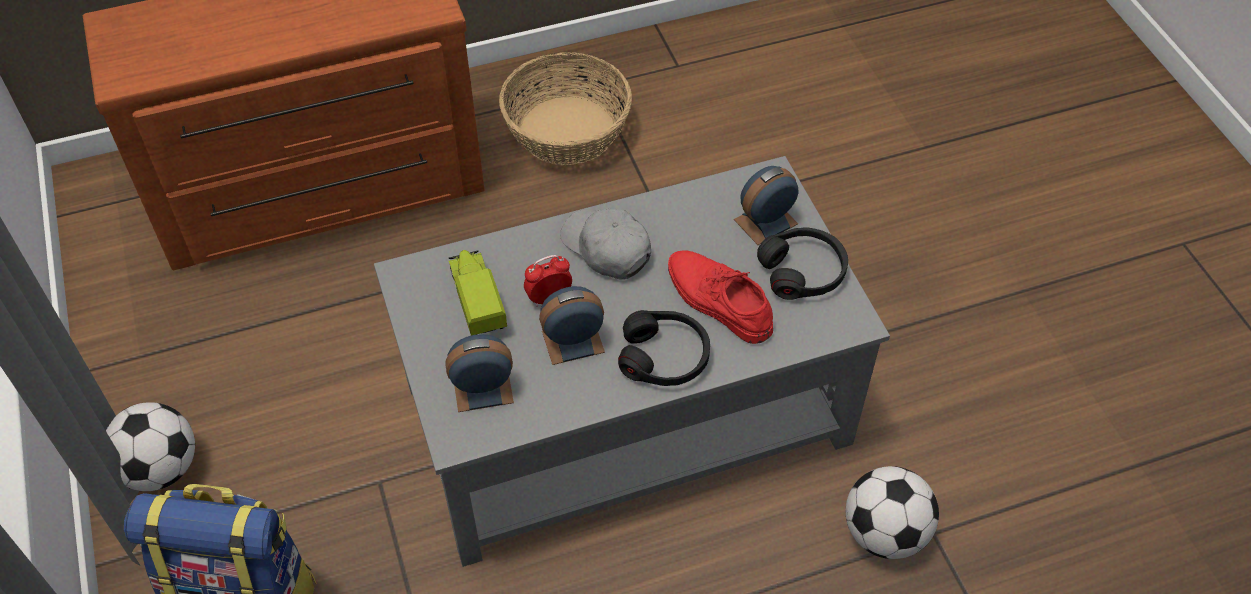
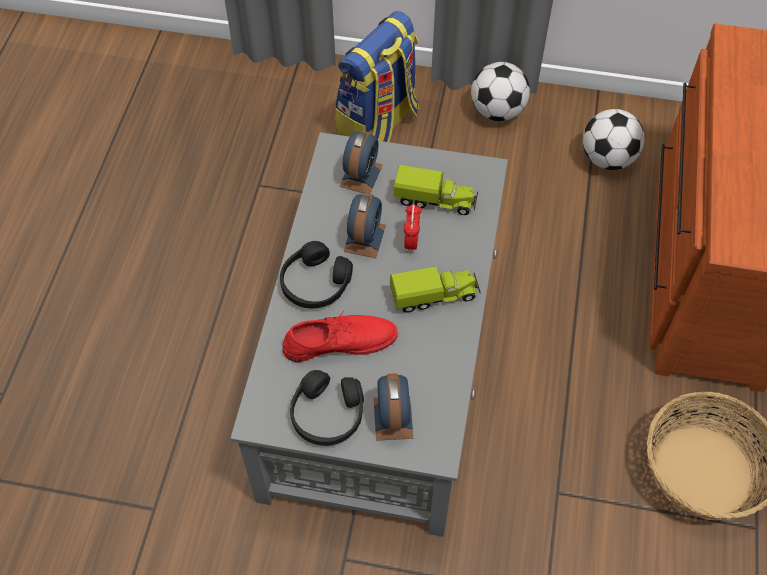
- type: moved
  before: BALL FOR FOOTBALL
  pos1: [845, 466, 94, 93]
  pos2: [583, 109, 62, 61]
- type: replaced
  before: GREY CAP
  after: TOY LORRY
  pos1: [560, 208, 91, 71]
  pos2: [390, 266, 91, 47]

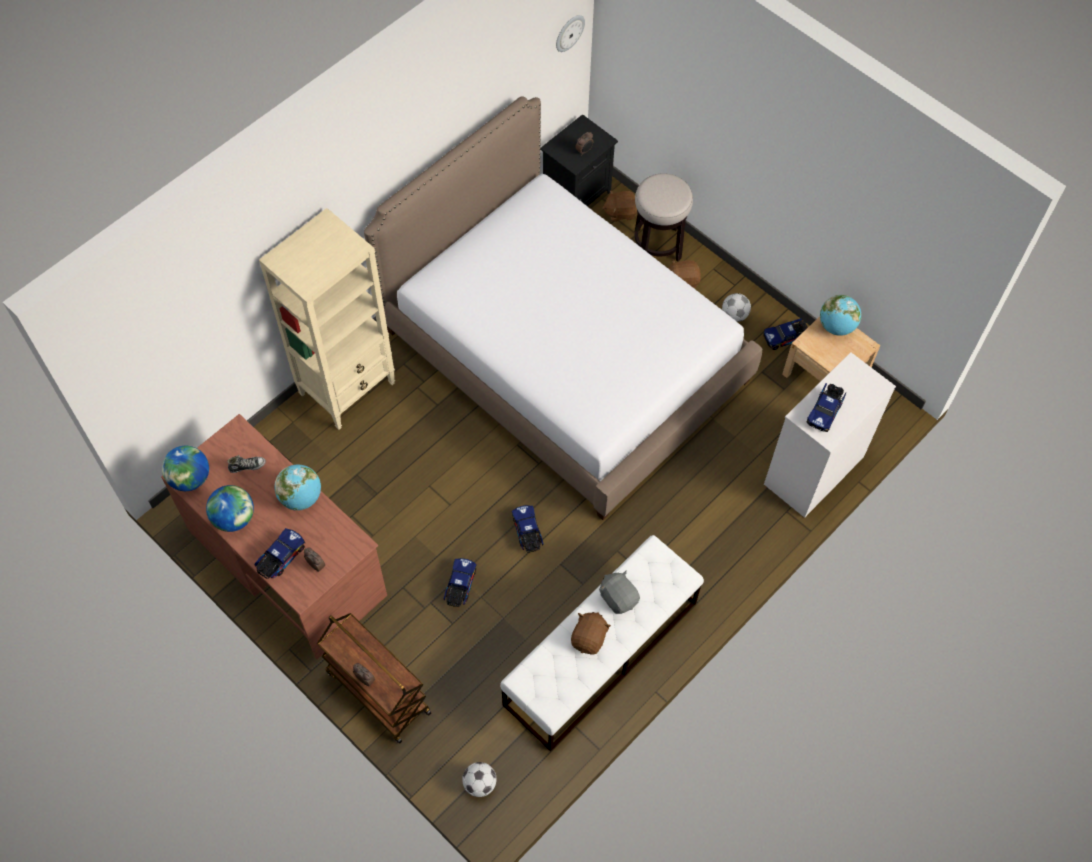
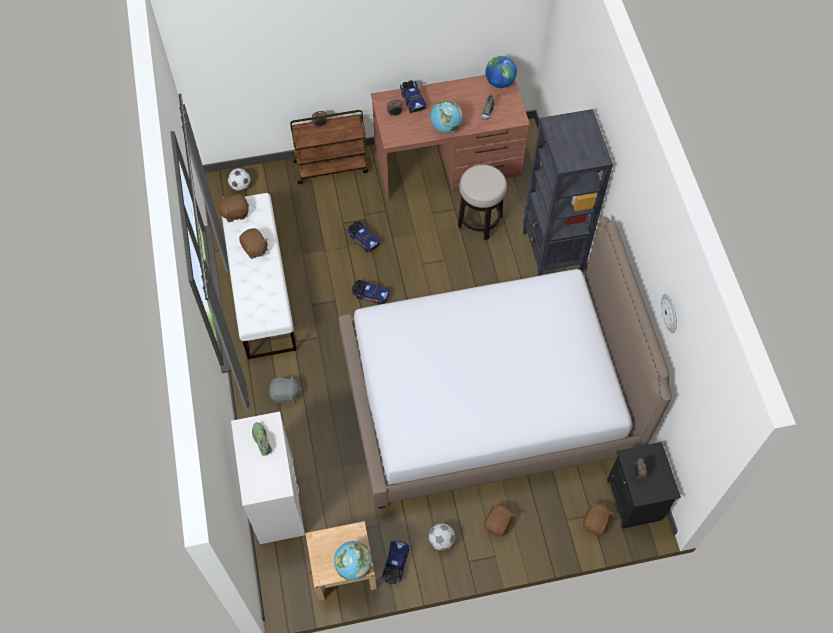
- type: removed
  before: WORLD GLOBE
  pos1: [206, 485, 48, 47]
- type: added
  after: BROWN-COLOURED PLUSH TOY
  pos2: [217, 194, 32, 28]
- type: moved
  before: CLOCK ON THE WALL
  pos1: [556, 15, 29, 37]
  pos2: [661, 294, 16, 39]
- type: moved
  before: GREY PLUSH TOY
  pos1: [599, 571, 41, 43]
  pos2: [269, 375, 33, 28]
- type: moved
  before: SITTING STOOL
  pos1: [634, 173, 59, 89]
  pos2: [458, 165, 49, 75]
- type: replaced
  before: TOY LORRY
  after: ITEM OF FOOTWEAR
  pos1: [806, 383, 40, 49]
  pos2: [252, 422, 20, 34]
- type: recoloured
  before: BEIGE-COLOURED SHELVING UNIT
  after: BLACKISH SHELVING UNIT
  pos1: [259, 208, 136, 222]
  pos2: [523, 109, 90, 167]

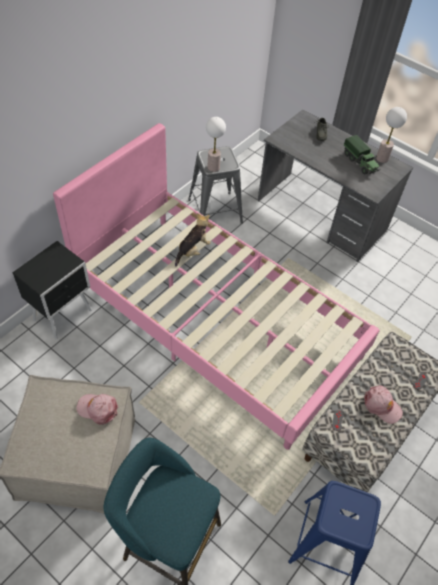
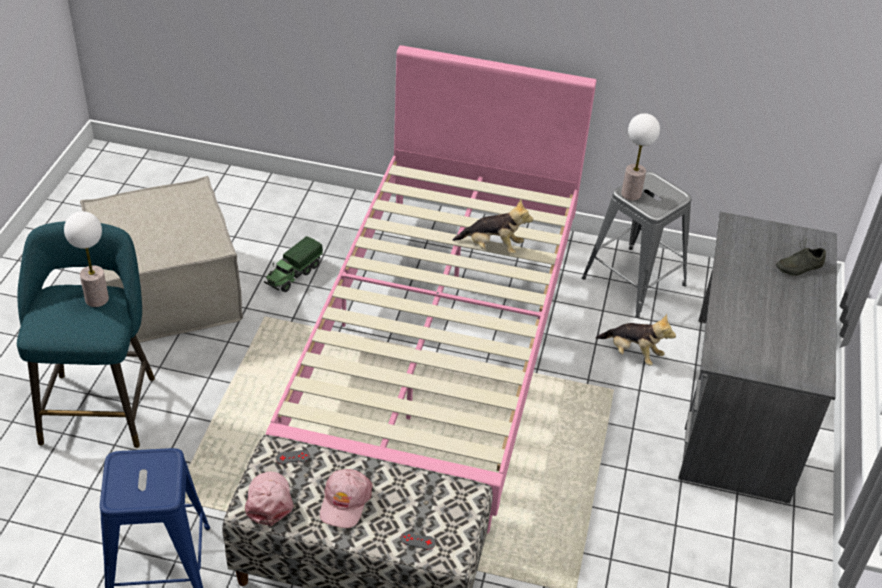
- type: removed
  before: BLACKISH BEDSIDE TABLE
  pos1: [12, 241, 80, 98]
- type: added
  after: PLUSH TOY
  pos2: [596, 314, 80, 52]
- type: moved
  before: PINKISH CAP
  pos1: [77, 394, 41, 31]
  pos2: [245, 472, 49, 54]
- type: moved
  before: TOY LORRY
  pos1: [344, 135, 36, 40]
  pos2: [264, 236, 59, 56]
- type: moved
  before: TABLETOP LAMP
  pos1: [376, 107, 31, 56]
  pos2: [64, 211, 45, 96]

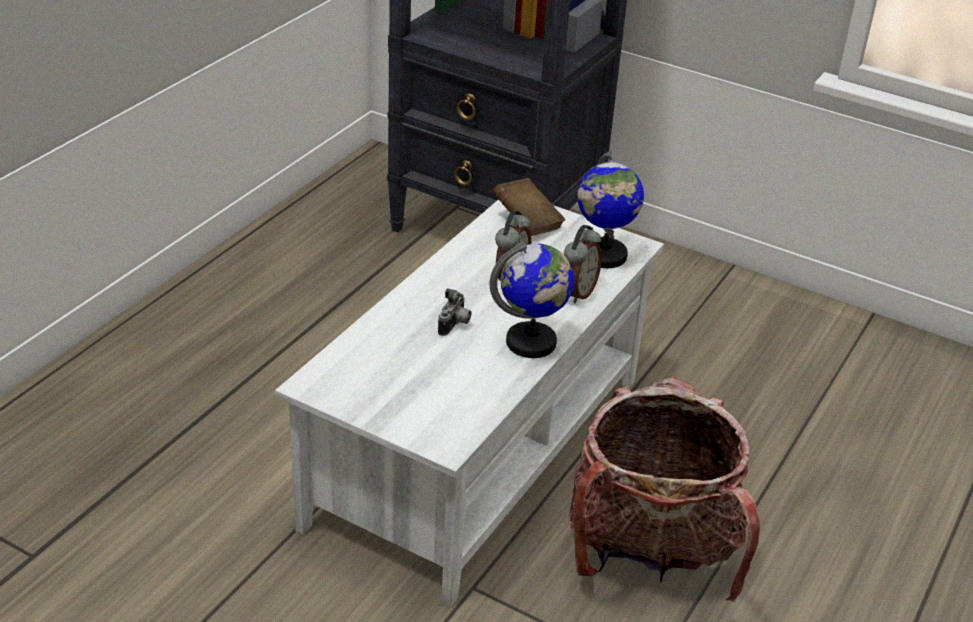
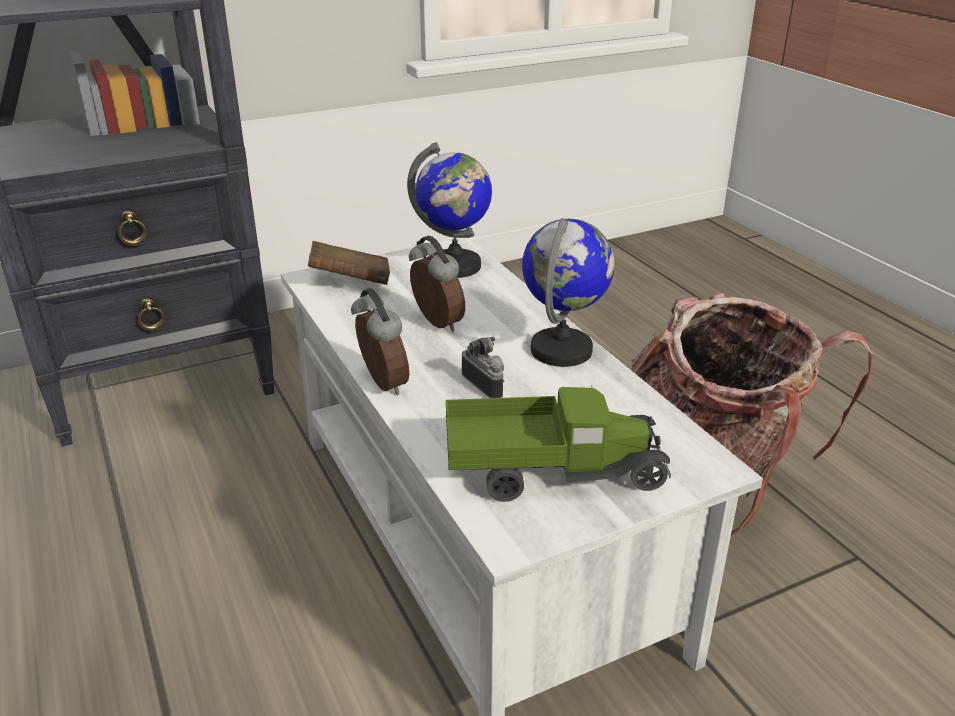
- type: added
  after: TOY LORRY
  pos2: [446, 385, 225, 117]
- type: moved
  before: ALARM CLOCK
  pos1: [564, 225, 38, 78]
  pos2: [351, 288, 58, 107]

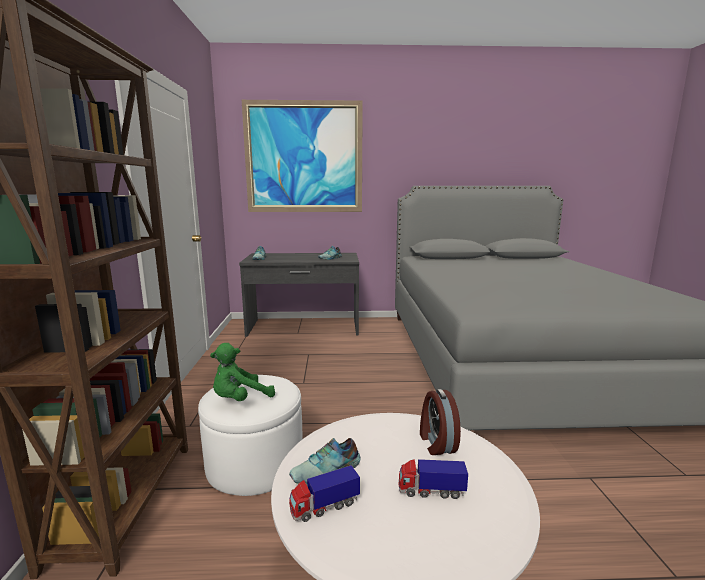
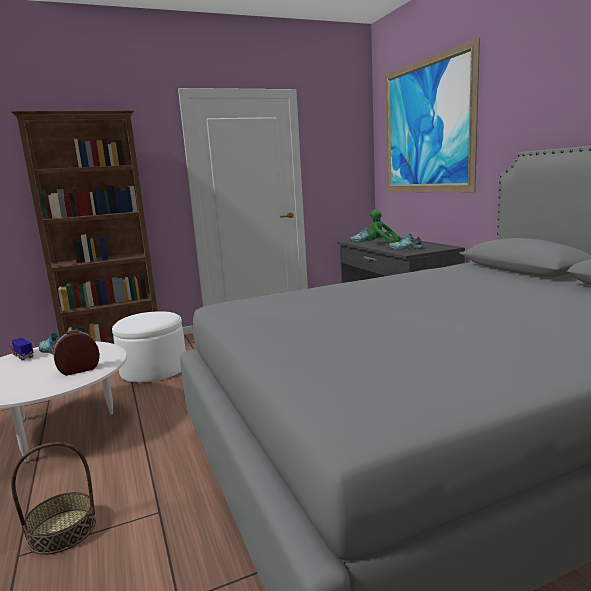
- type: removed
  before: TOY LORRY
  pos1: [399, 459, 69, 40]
- type: added
  after: STORAGE BASKET
  pos2: [11, 442, 85, 113]
- type: moved
  before: GREENISH PLUSH TOY
  pos1: [210, 343, 65, 58]
  pos2: [368, 210, 32, 34]

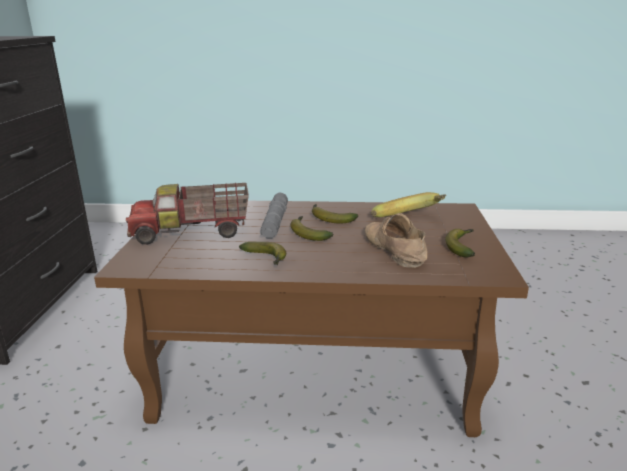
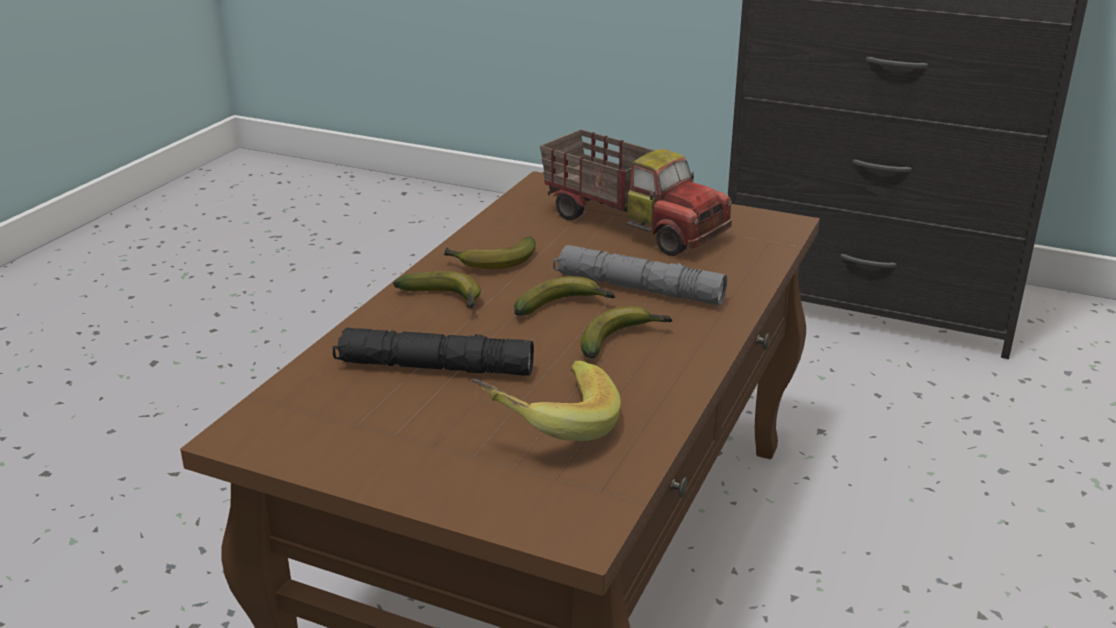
- type: moved
  before: BANANA FRUIT
  pos1: [445, 229, 30, 28]
  pos2: [393, 271, 88, 38]
- type: replaced
  before: BEIGE-COLOURED ITEM OF FOOTWEAR
  after: BLACKISH HAND TORCH
  pos1: [365, 213, 63, 55]
  pos2: [333, 328, 201, 48]
- type: turned
  before: TOY LORRY
  pos1: [126, 183, 123, 62]
  pos2: [540, 129, 193, 127]
  turn: 120

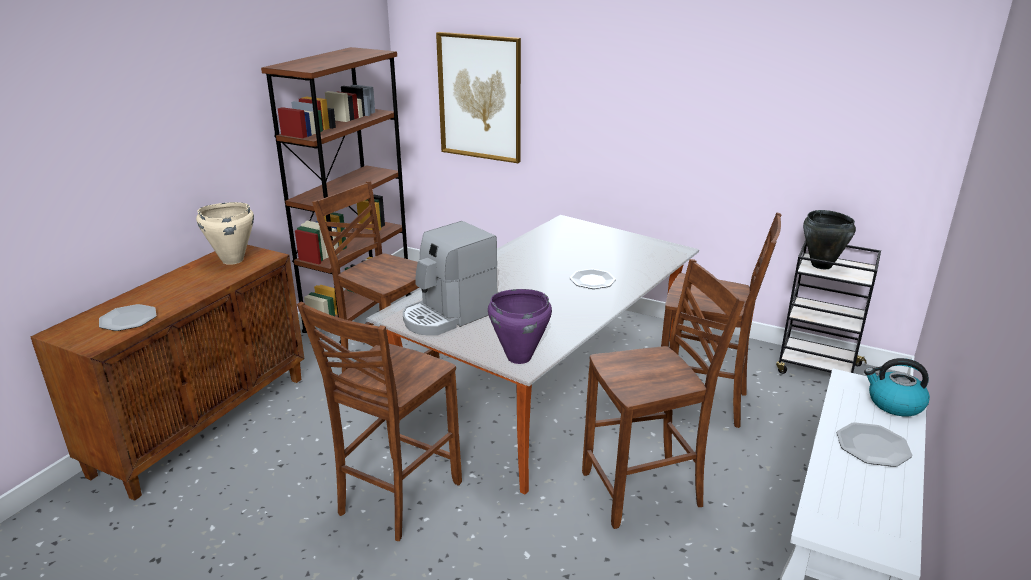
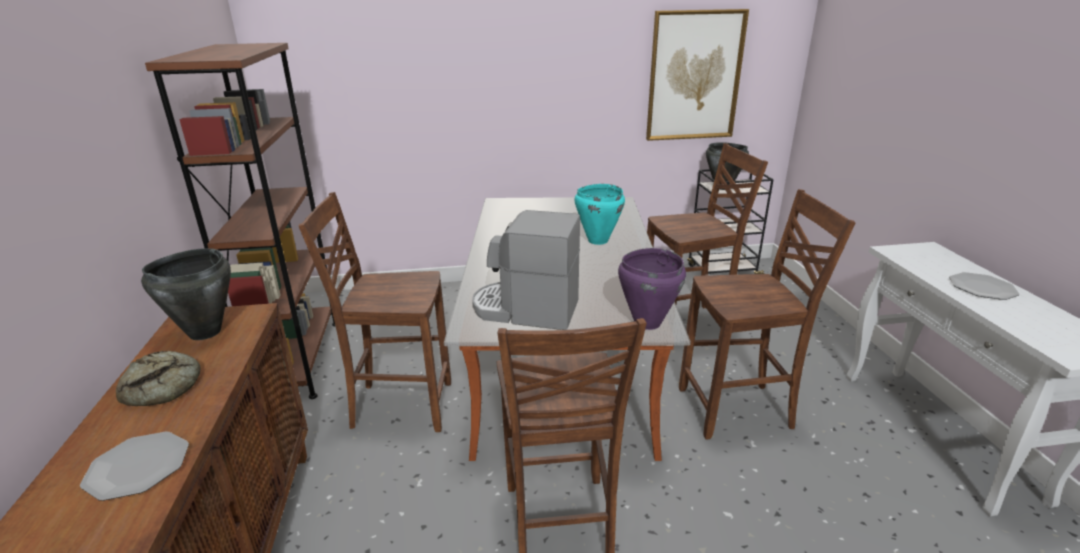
- type: removed
  before: TEA KETTLE
  pos1: [864, 358, 66, 58]
- type: added
  after: BAKERY BREAD
  pos2: [116, 351, 85, 55]
- type: moved
  before: WALL PICTURE
  pos1: [436, 32, 85, 131]
  pos2: [646, 9, 103, 132]
- type: replaced
  before: DINNER PLATE
  after: TURQUOISE-COLOURED COOKING POT
  pos1: [570, 269, 46, 20]
  pos2: [575, 184, 50, 61]
- type: recoloured
  before: BEIGE-COLOURED COOKING POT
  after: BLACKISH COOKING POT
  pos1: [196, 202, 58, 63]
  pos2: [141, 248, 90, 92]
- type: turned
  before: COFFEE BREWER
  pos1: [403, 221, 95, 114]
  pos2: [472, 210, 108, 120]
  turn: 90
- type: turned
  before: BROWN-COLOURED CHAIR
  pos1: [582, 259, 163, 270]
  pos2: [679, 189, 176, 251]
  turn: 45

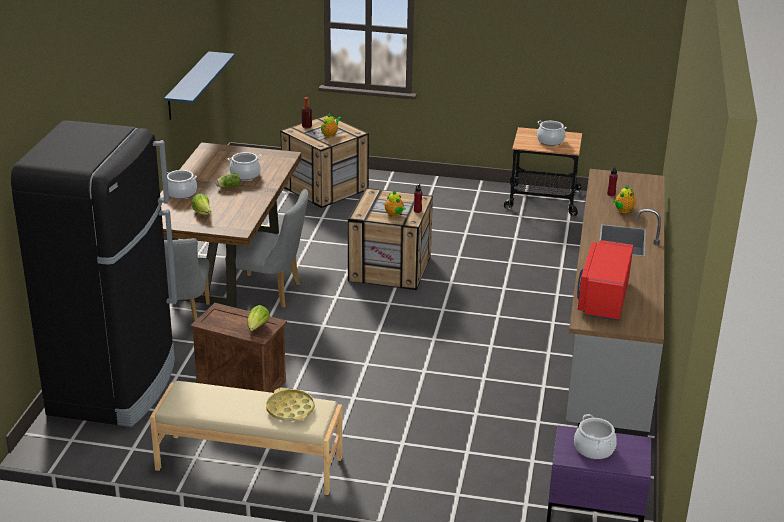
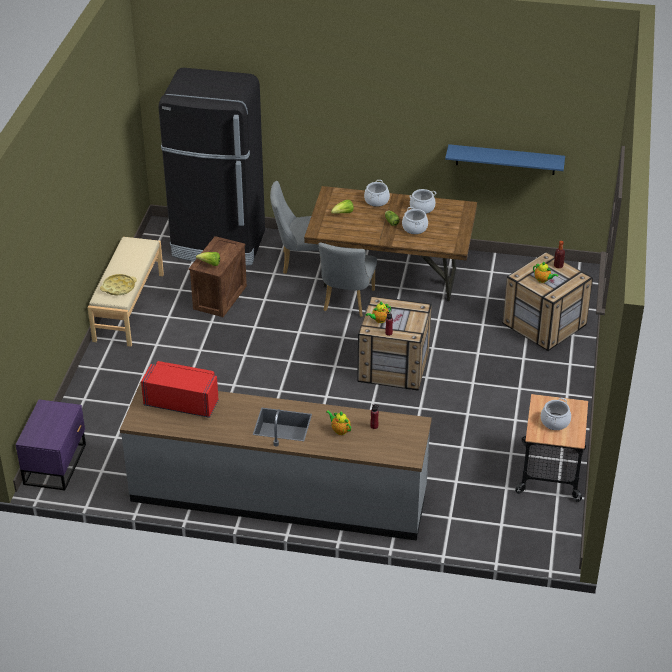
- type: moved
  before: COOKING POT
  pos1: [574, 414, 43, 46]
  pos2: [409, 189, 27, 25]

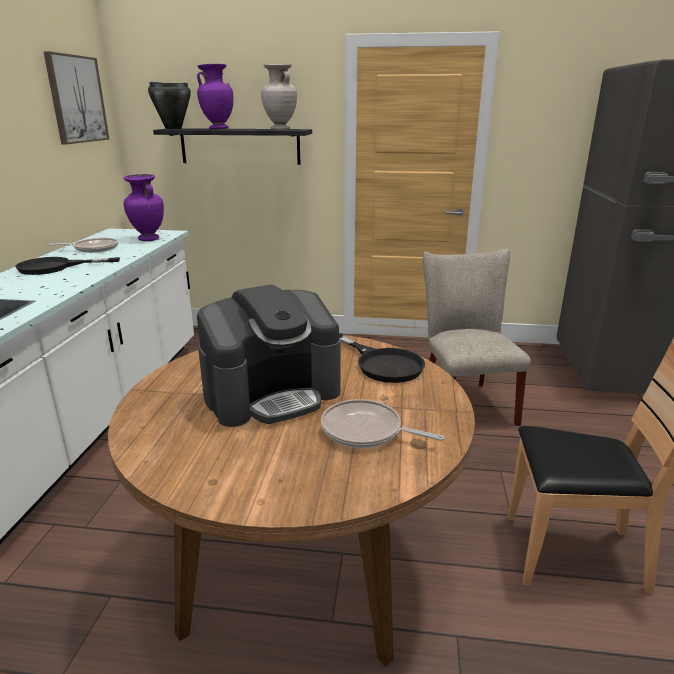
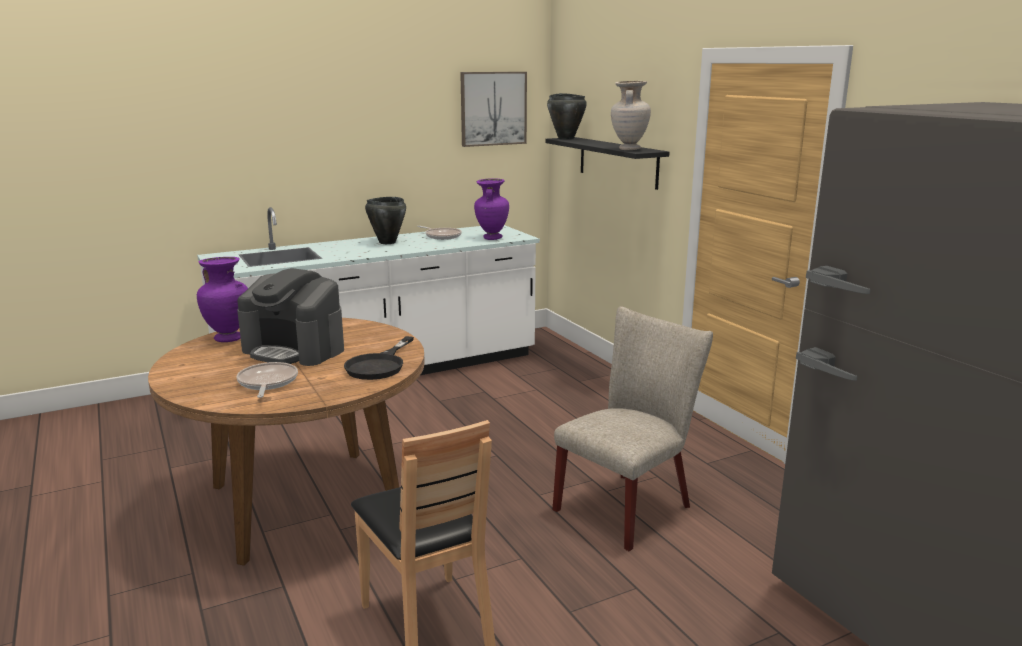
- type: moved
  before: PURPLISH VASE
  pos1: [197, 64, 36, 65]
  pos2: [197, 257, 51, 85]
- type: replaced
  before: BLACKISH PAN
  after: BLACKISH COOKING POT
  pos1: [15, 257, 105, 18]
  pos2: [365, 197, 41, 47]

